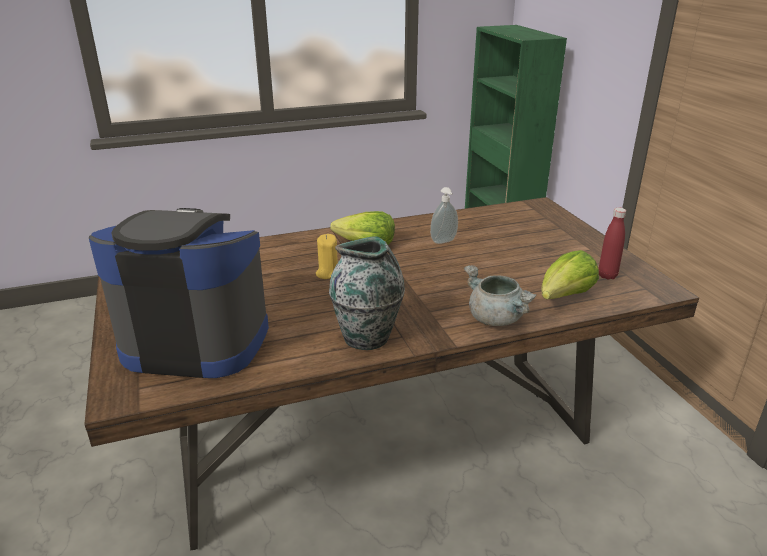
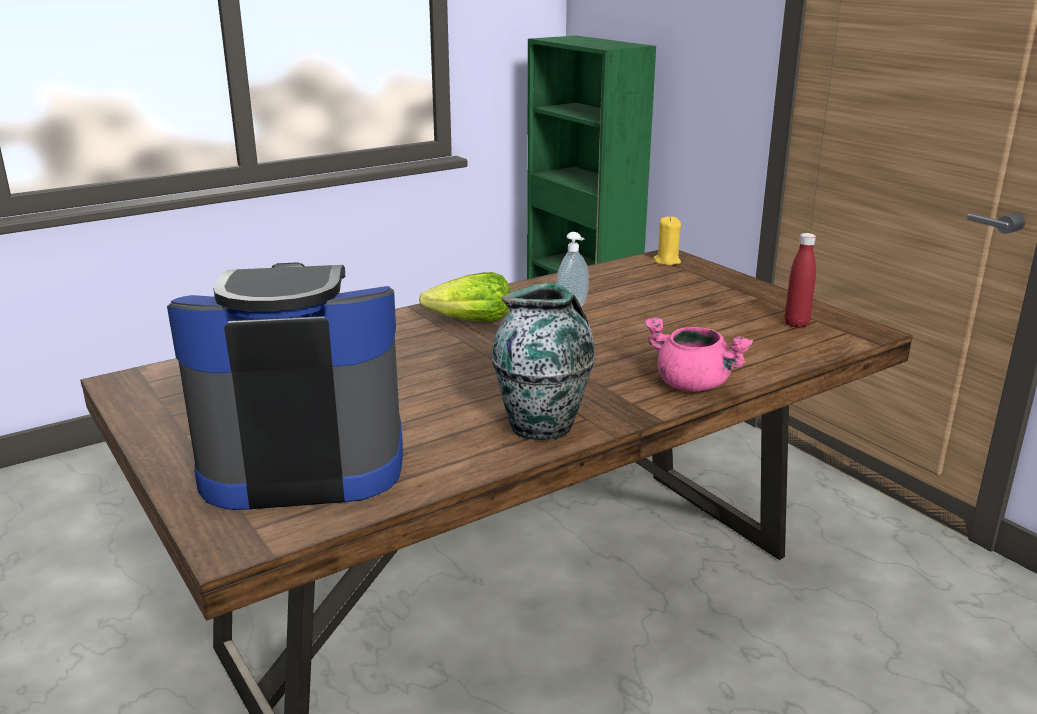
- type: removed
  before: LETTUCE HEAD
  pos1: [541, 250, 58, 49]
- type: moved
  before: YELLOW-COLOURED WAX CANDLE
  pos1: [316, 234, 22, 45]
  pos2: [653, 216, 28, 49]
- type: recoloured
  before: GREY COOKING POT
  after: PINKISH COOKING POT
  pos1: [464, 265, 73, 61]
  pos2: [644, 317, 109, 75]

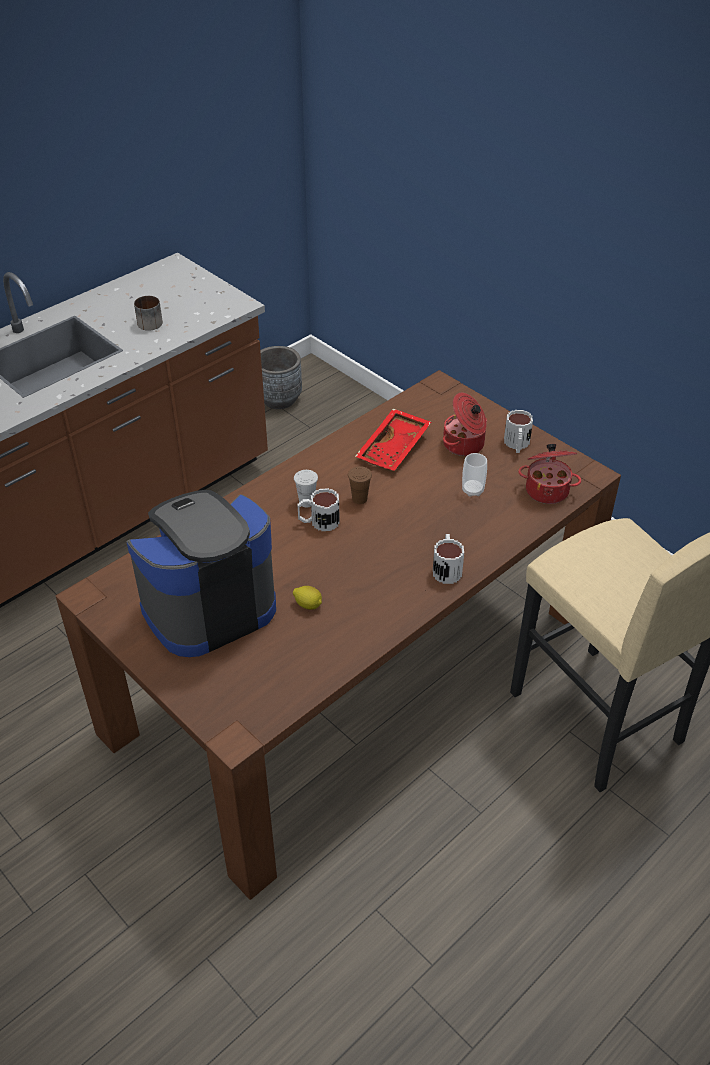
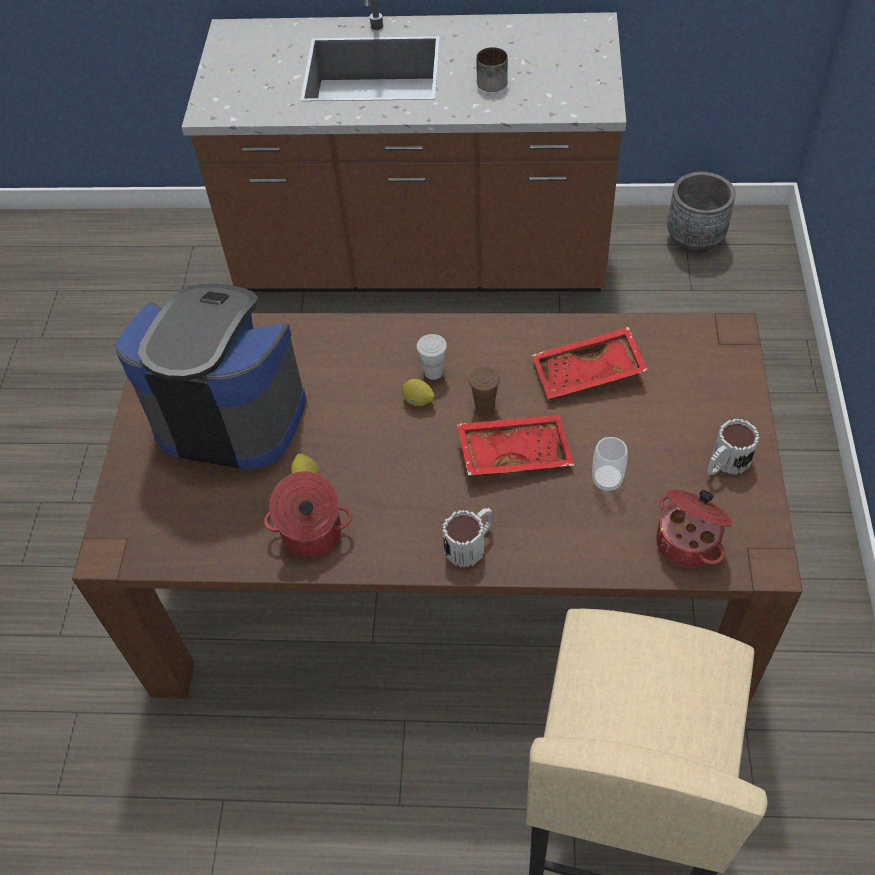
- type: added
  after: REDDISH SERVING TRAY
  pos2: [457, 414, 117, 61]
- type: moved
  before: COOKING POT
  pos1: [443, 393, 44, 63]
  pos2: [264, 471, 88, 86]
- type: replaced
  before: COFFEE MUG
  after: CITRUS FRUIT
  pos1: [297, 488, 43, 43]
  pos2: [402, 379, 33, 27]

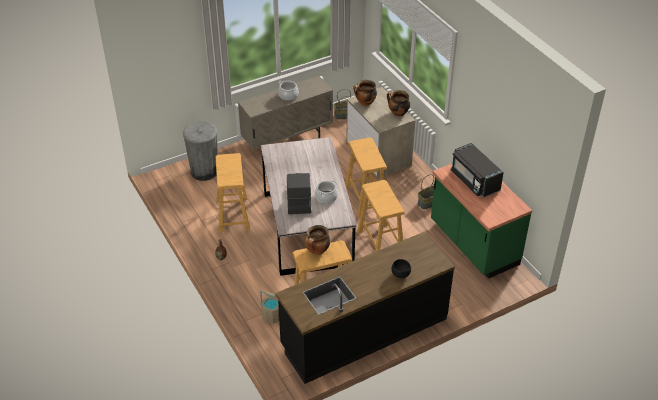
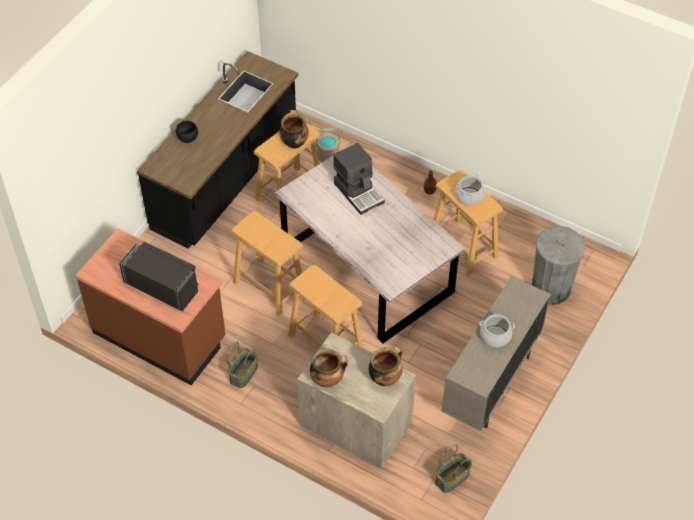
- type: moved
  before: COOKING POT
  pos1: [315, 181, 23, 23]
  pos2: [455, 173, 30, 33]
- type: recoloured
  before: GREENISH KITCHEN COUNTER
  after: BROWN-COLOURED KITCHEN COUNTER
  pos1: [431, 163, 101, 115]
  pos2: [75, 228, 150, 157]

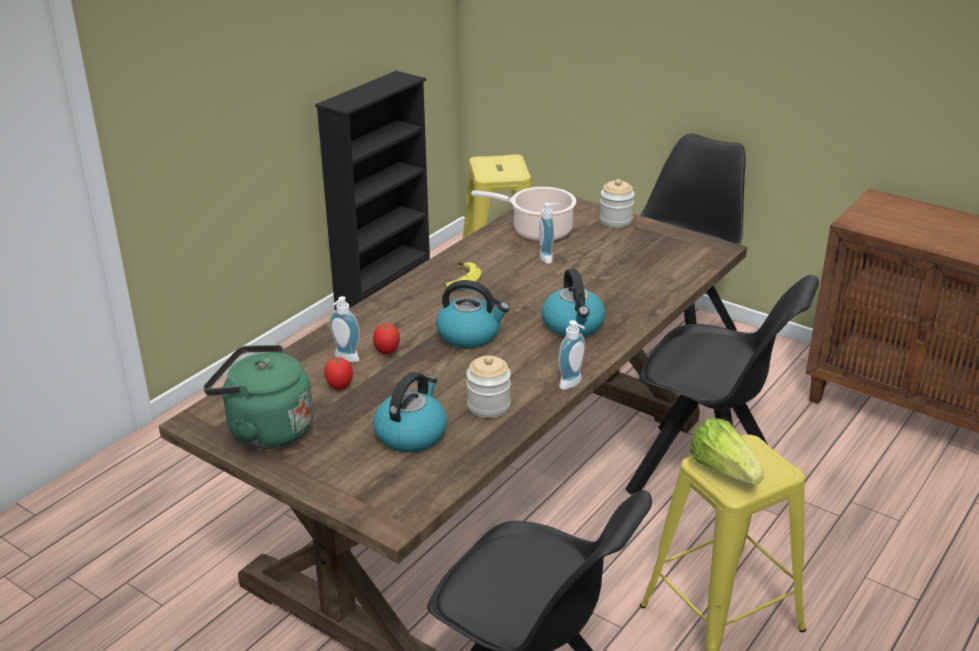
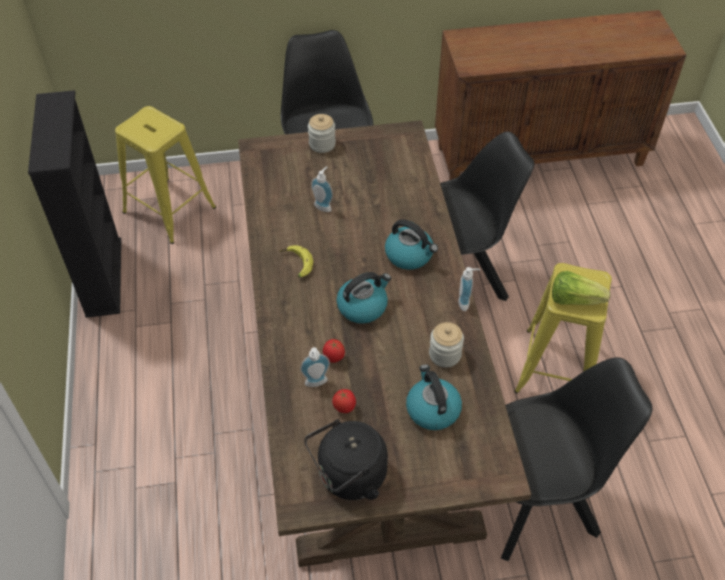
- type: removed
  before: COOKING POT
  pos1: [471, 187, 105, 54]
- type: recoloured
  before: GREENISH TEA KETTLE
  after: BLACKISH TEA KETTLE
  pos1: [203, 345, 110, 104]
  pos2: [304, 419, 84, 81]

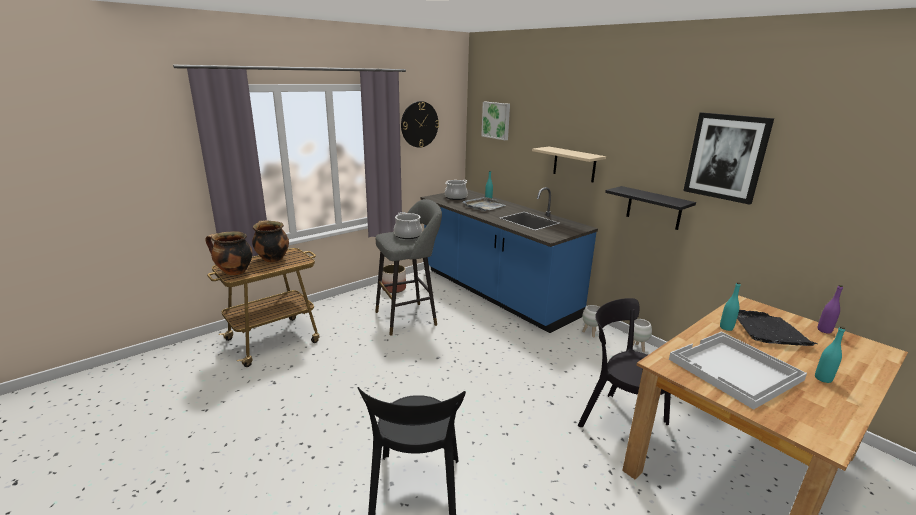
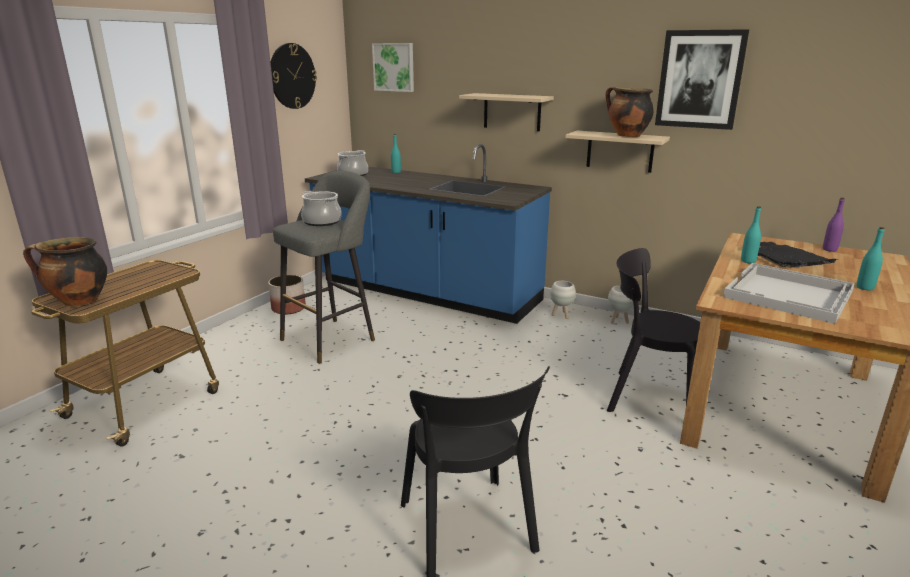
- type: removed
  before: GREY SERVING TRAY
  pos1: [463, 197, 43, 14]
- type: moved
  before: COOKING POT
  pos1: [252, 220, 37, 43]
  pos2: [606, 86, 48, 51]
- type: recoloured
  before: BLACKISH BRACKET SHELF
  after: BEIGE-COLOURED BRACKET SHELF
  pos1: [605, 186, 91, 44]
  pos2: [565, 131, 105, 42]

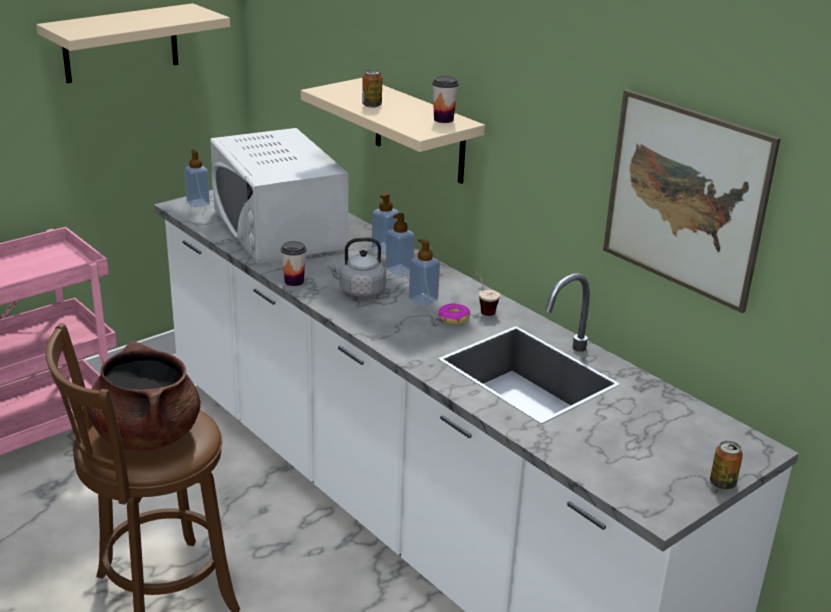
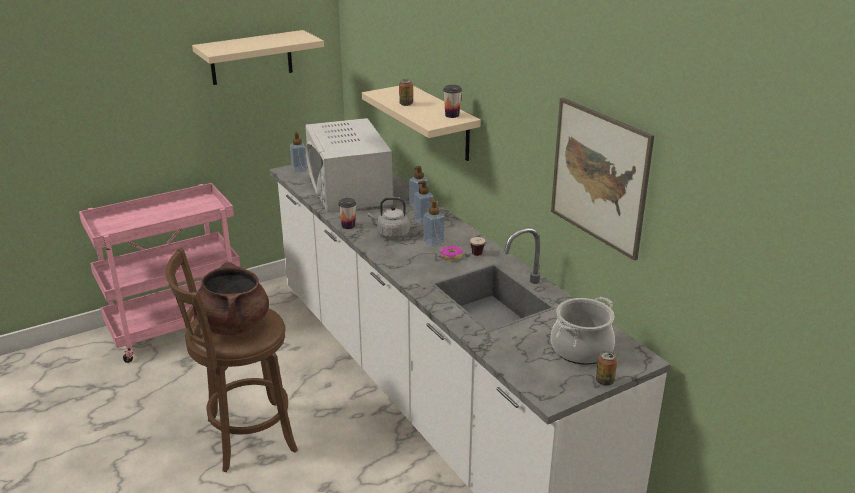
- type: added
  after: COOKING POT
  pos2: [551, 297, 64, 68]

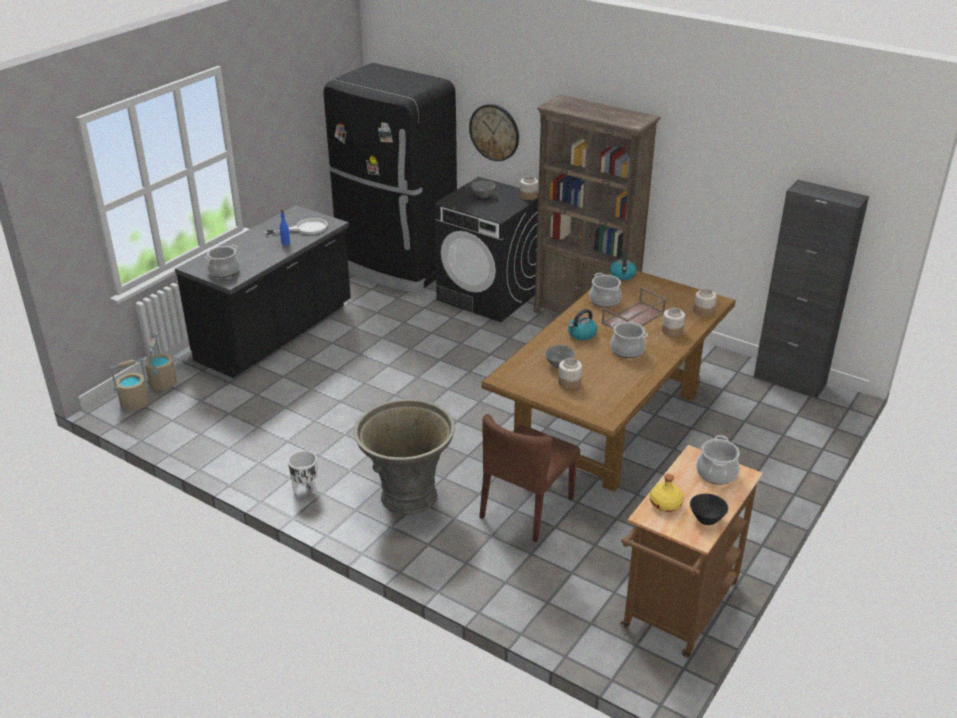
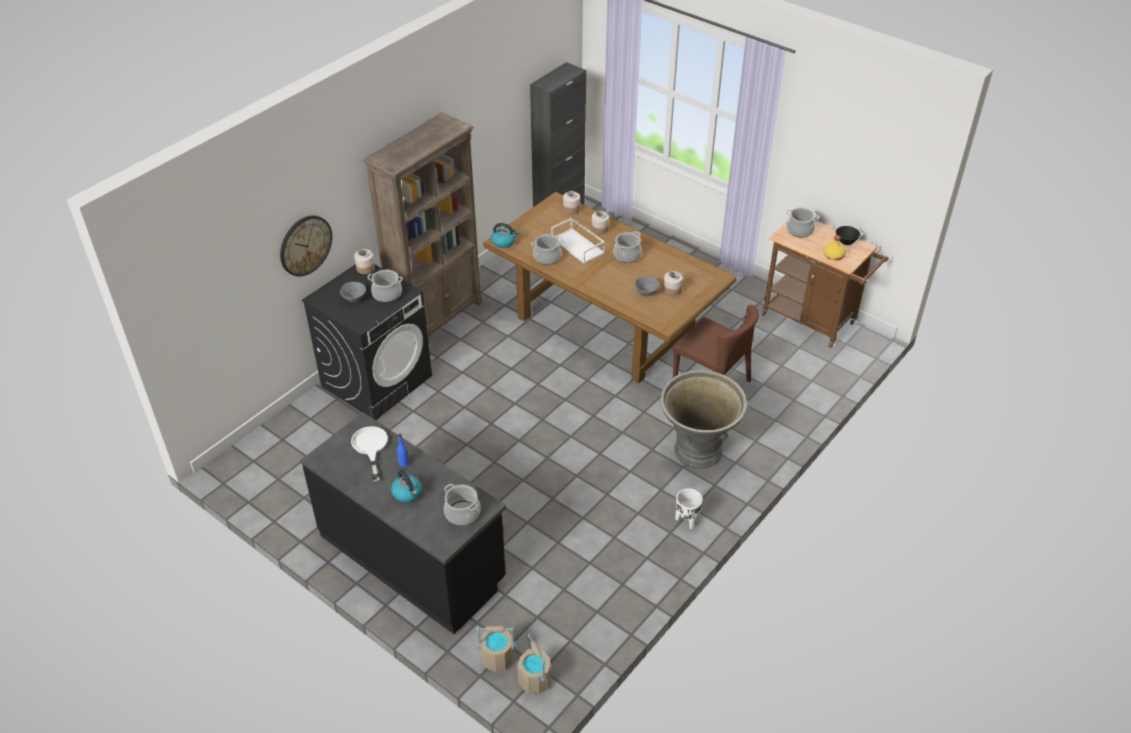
- type: removed
  before: BLACKISH KITCHEN FRIDGE
  pos1: [323, 63, 134, 230]
- type: added
  after: COOKING POT
  pos2: [367, 270, 36, 32]
- type: moved
  before: TEA KETTLE
  pos1: [568, 309, 29, 31]
  pos2: [391, 470, 31, 33]
- type: recoloured
  before: BROWN-COLOURED SERVING TRAY
  after: WHITISH SERVING TRAY
  pos1: [602, 287, 64, 42]
  pos2: [551, 218, 54, 46]

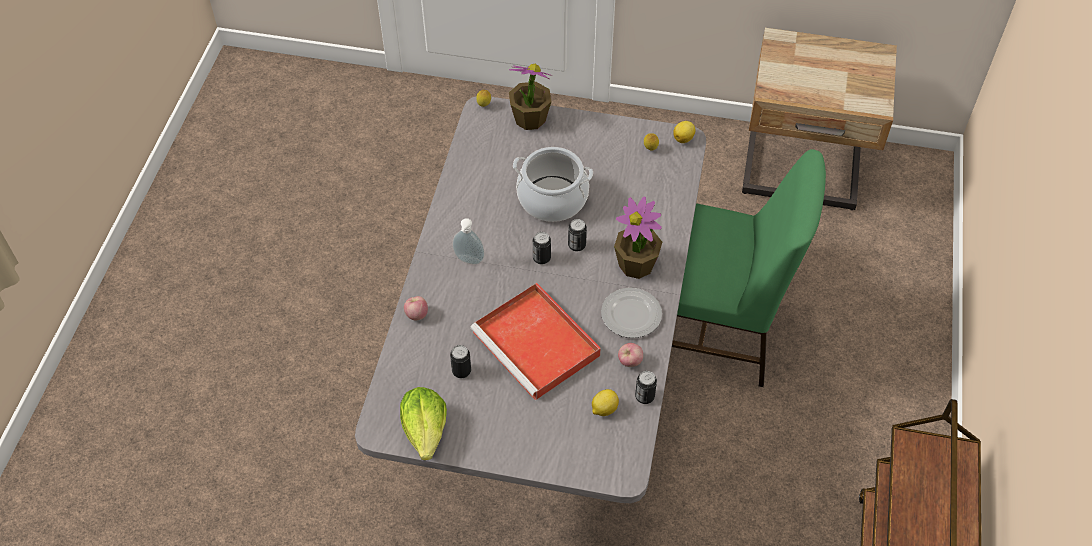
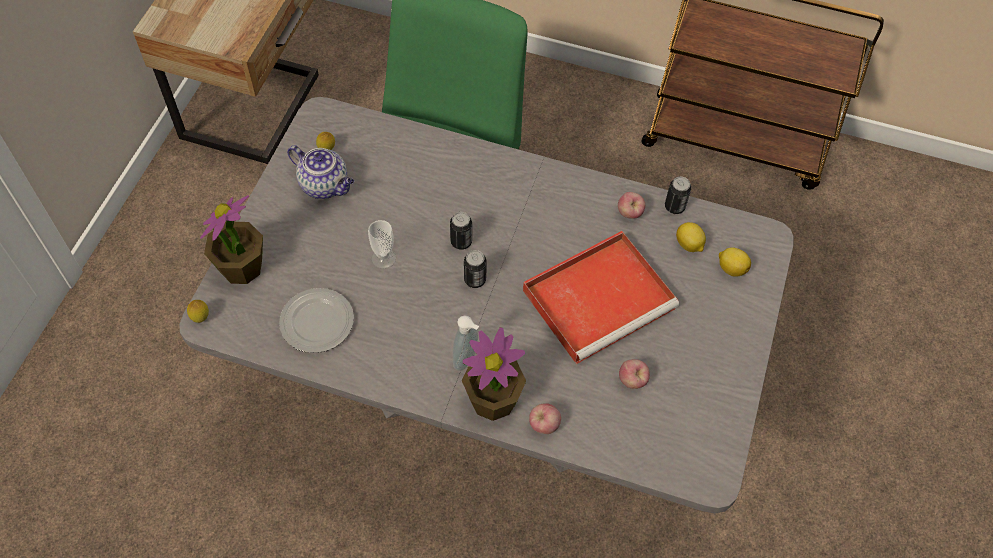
- type: removed
  before: LETTUCE HEAD
  pos1: [400, 387, 47, 73]
- type: added
  after: TEA POT
  pos2: [287, 145, 67, 54]
- type: moved
  before: DINNER PLATE
  pos1: [601, 288, 61, 50]
  pos2: [279, 288, 75, 65]
- type: moved
  before: PLANT IN A POT
  pos1: [614, 196, 48, 83]
  pos2: [462, 327, 64, 94]
- type: moved
  before: CITRUS FRUIT
  pos1: [673, 121, 22, 22]
  pos2: [719, 247, 32, 29]
- type: replaced
  before: METAL CAN
  after: WHOLE APPLE
  pos1: [450, 345, 21, 33]
  pos2: [619, 359, 31, 30]
- type: replaced
  before: COOKING POT
  after: SMALL CUP
  pos1: [513, 147, 80, 75]
  pos2: [368, 220, 28, 49]

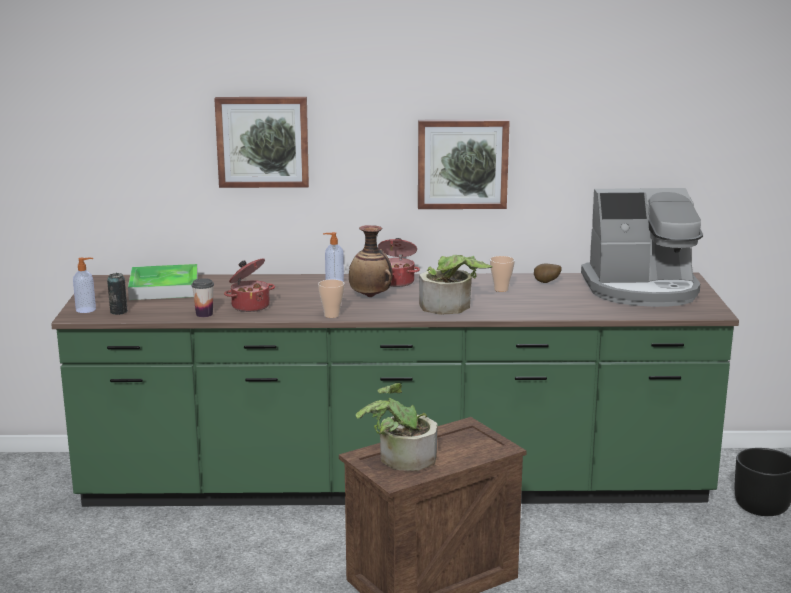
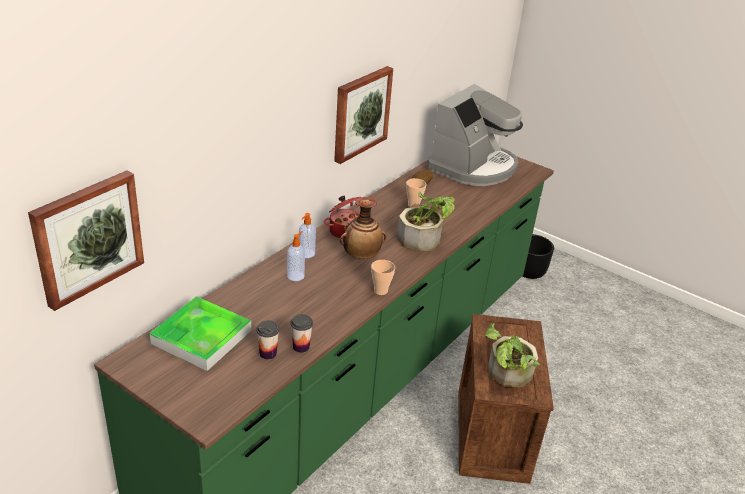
- type: removed
  before: METAL CAN
  pos1: [107, 273, 21, 42]
- type: removed
  before: COOKING POT
  pos1: [224, 258, 51, 54]
- type: added
  after: SMALL CUP
  pos2: [256, 320, 24, 40]
- type: moved
  before: SOAP BOTTLE
  pos1: [73, 258, 23, 55]
  pos2: [287, 231, 18, 50]
- type: moved
  before: WALL PICTURE
  pos1: [214, 97, 95, 91]
  pos2: [28, 170, 116, 141]

